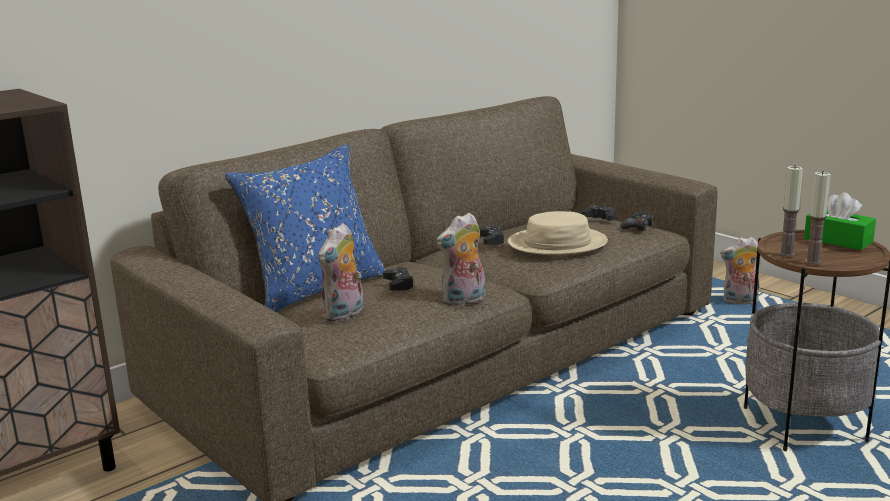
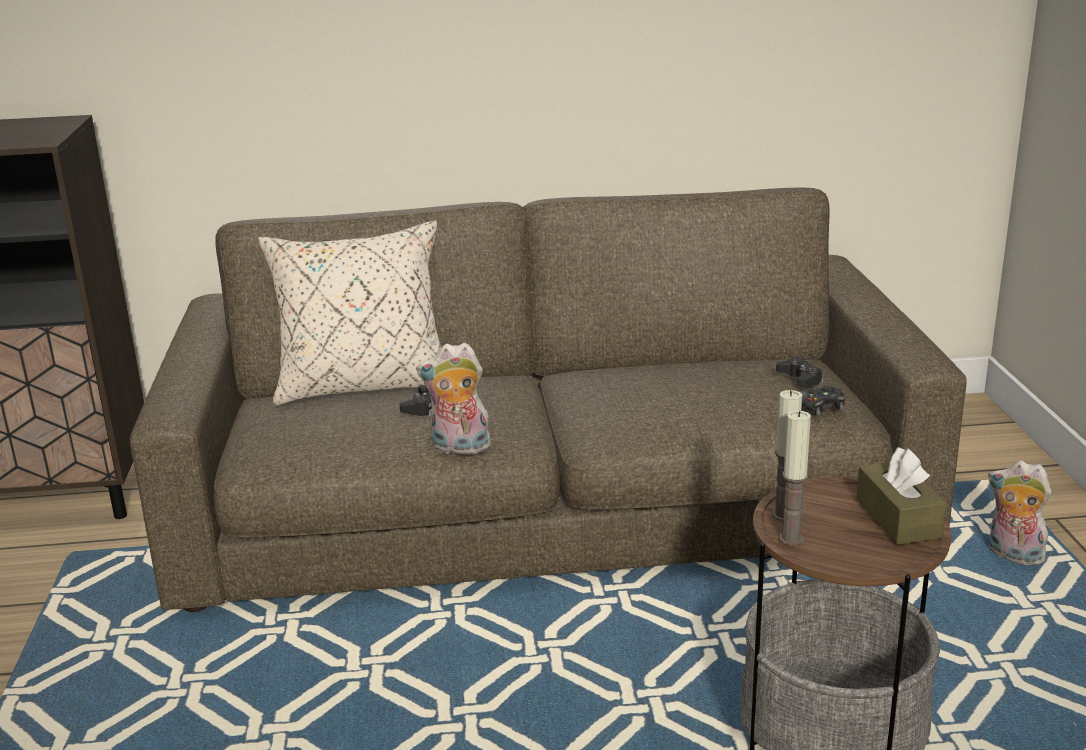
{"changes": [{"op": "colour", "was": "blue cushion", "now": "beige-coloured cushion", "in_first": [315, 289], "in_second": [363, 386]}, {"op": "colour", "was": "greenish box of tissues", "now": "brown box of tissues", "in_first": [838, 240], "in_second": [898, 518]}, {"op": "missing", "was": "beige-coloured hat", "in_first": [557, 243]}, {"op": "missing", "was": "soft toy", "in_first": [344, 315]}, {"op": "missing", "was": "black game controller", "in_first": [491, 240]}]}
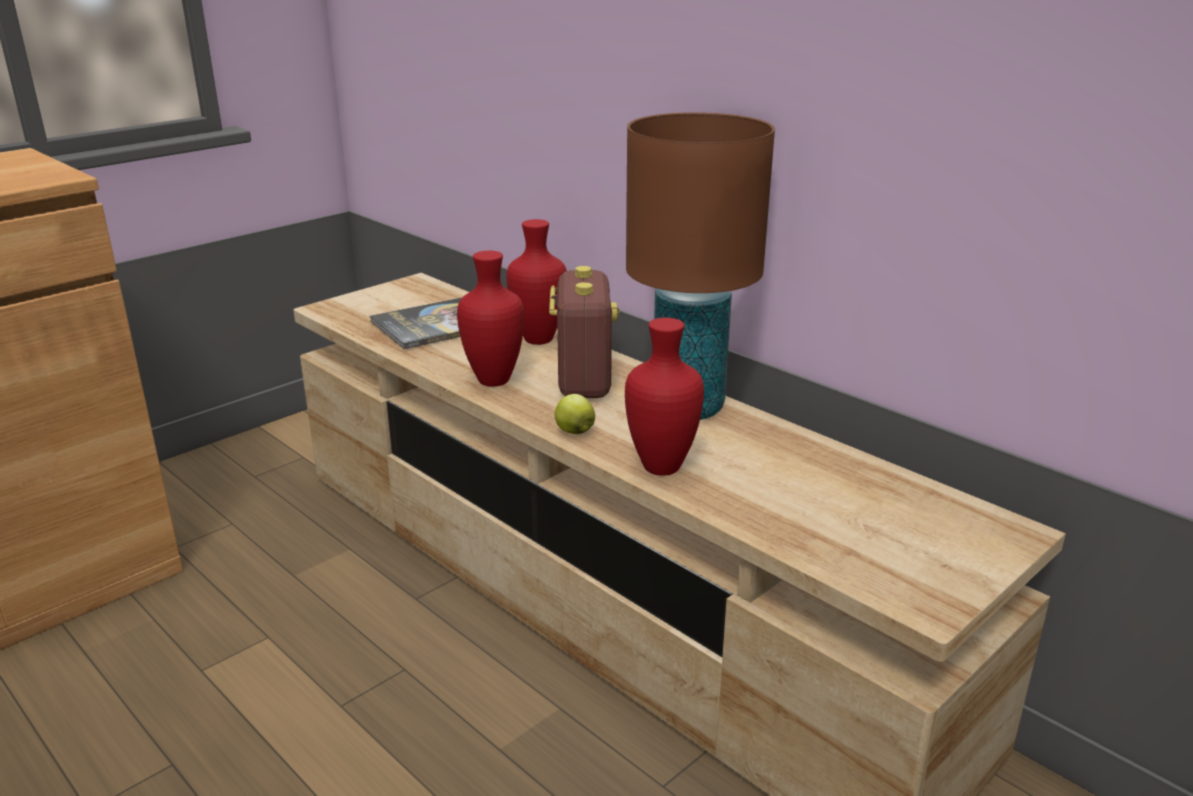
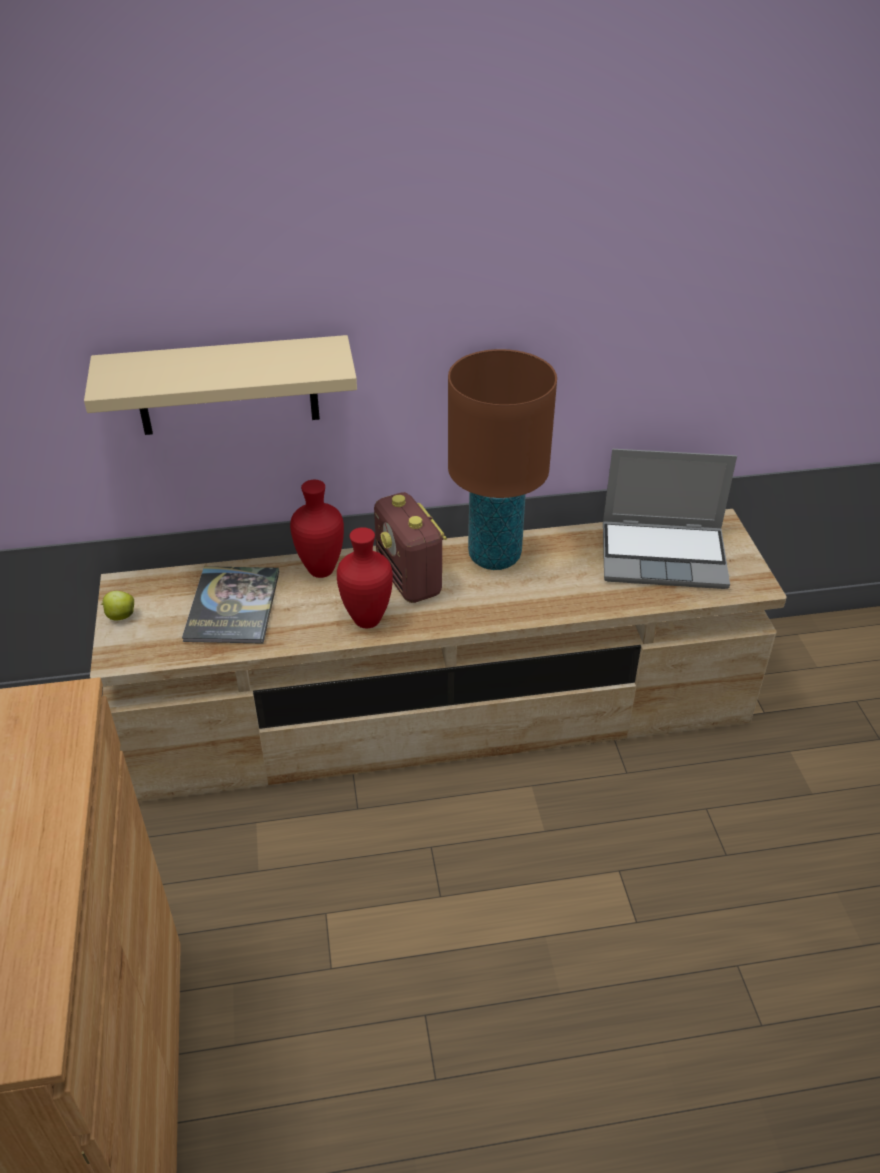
{"changes": [{"op": "spun", "was": "radio set", "in_first": [583, 380], "in_second": [409, 579], "clockwise": -150}, {"op": "missing", "was": "red-coloured flower vase", "in_first": [662, 469]}, {"op": "relocated", "was": "apple fruit", "in_first": [574, 431], "in_second": [120, 616]}, {"op": "appeared", "now": "beige-coloured bracket shelf", "in_second": [227, 386]}, {"op": "appeared", "now": "laptop", "in_second": [664, 555]}]}
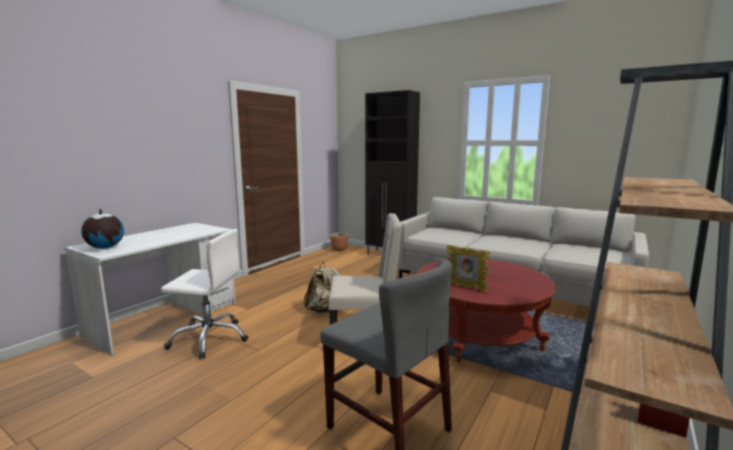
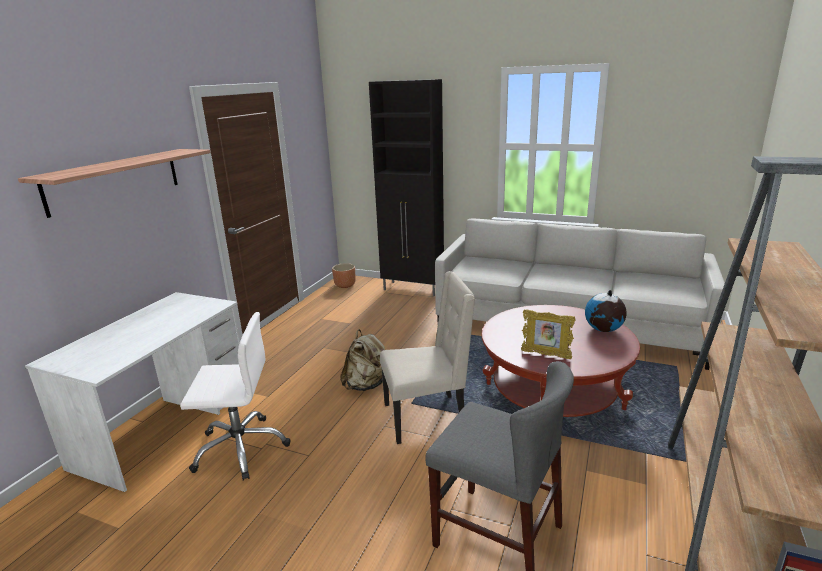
{"changes": [{"op": "relocated", "was": "world globe", "in_first": [105, 248], "in_second": [603, 330]}, {"op": "appeared", "now": "bracket shelf", "in_second": [115, 180]}]}
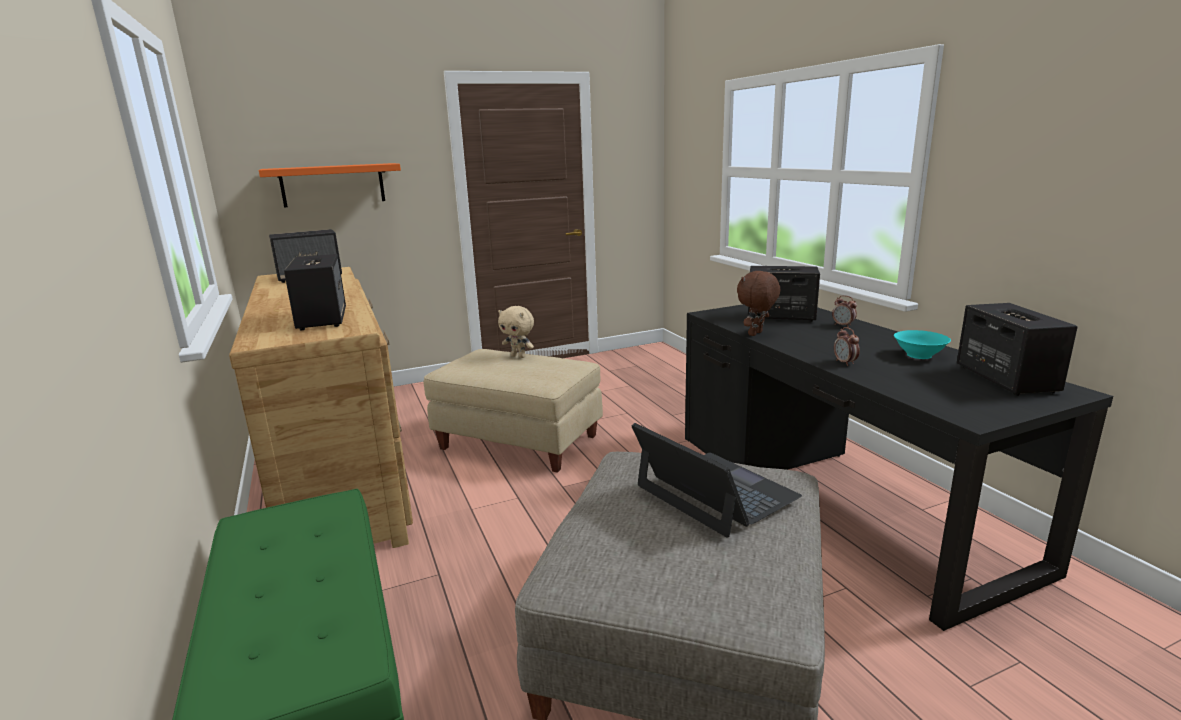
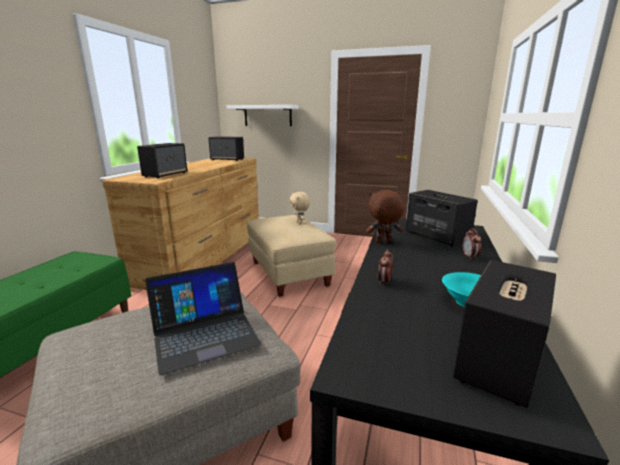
{"changes": [{"op": "colour", "was": "orange bracket shelf", "now": "white-coloured bracket shelf", "in_first": [333, 185], "in_second": [267, 115]}, {"op": "spun", "was": "laptop", "in_first": [715, 492], "in_second": [204, 334], "clockwise": 60}]}
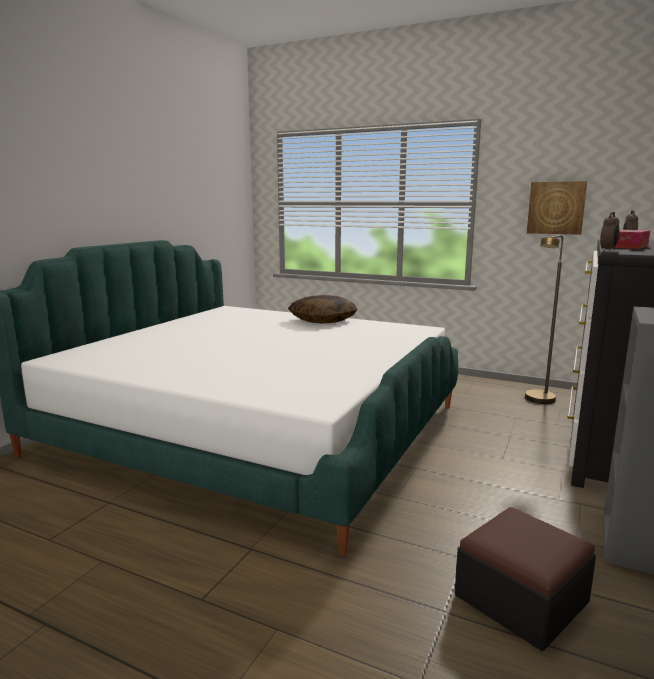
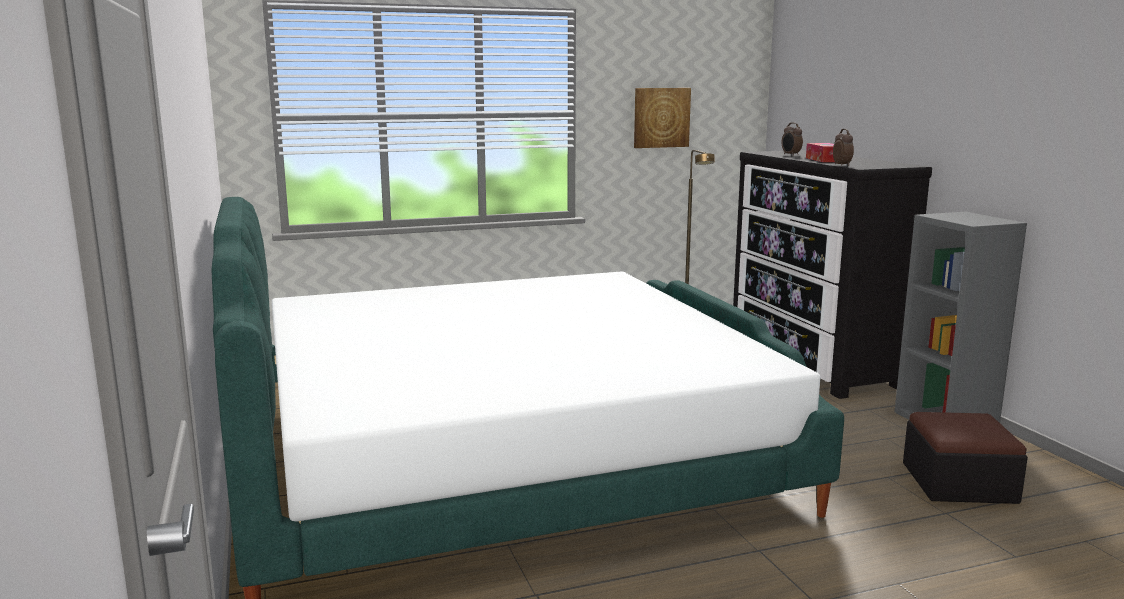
{"changes": [{"op": "missing", "was": "cushion", "in_first": [323, 320]}]}
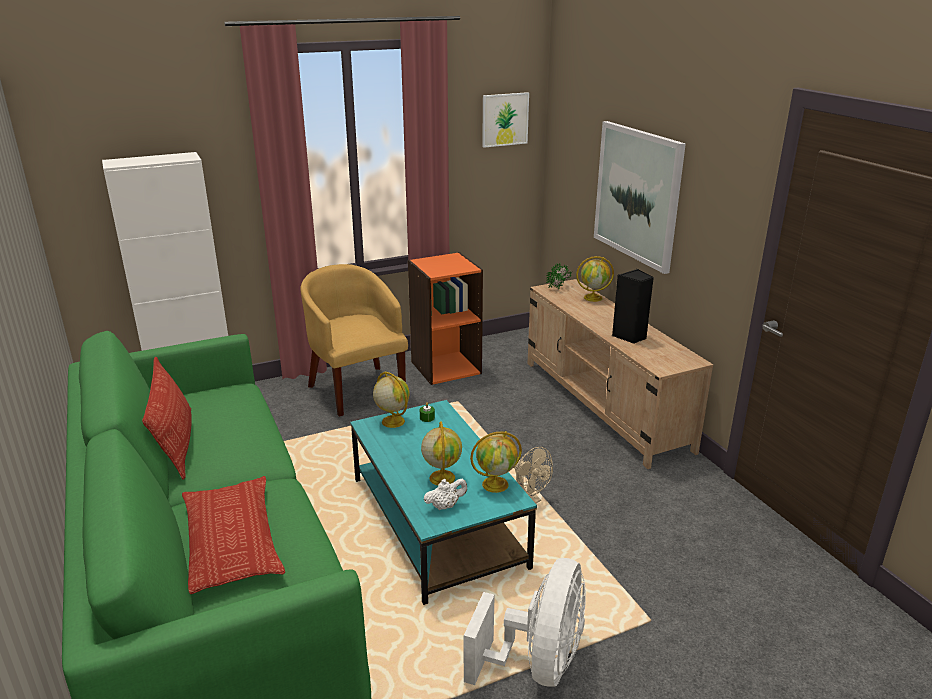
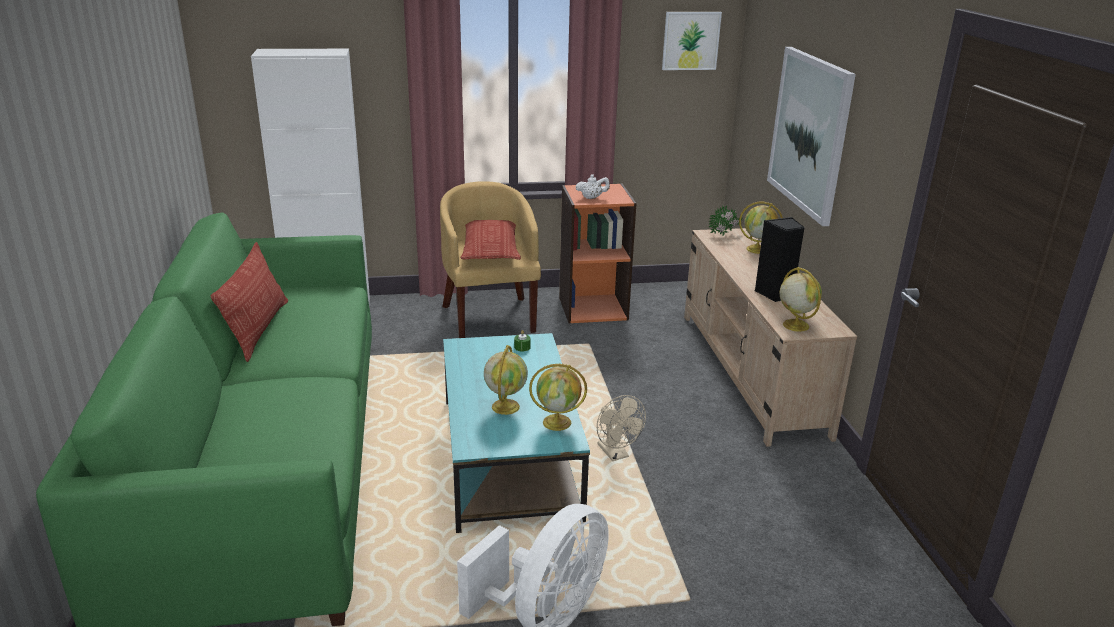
{"changes": [{"op": "relocated", "was": "world globe", "in_first": [392, 421], "in_second": [795, 325]}, {"op": "relocated", "was": "cushion", "in_first": [232, 541], "in_second": [490, 247]}, {"op": "relocated", "was": "white-coloured tea pot", "in_first": [445, 506], "in_second": [592, 198]}]}
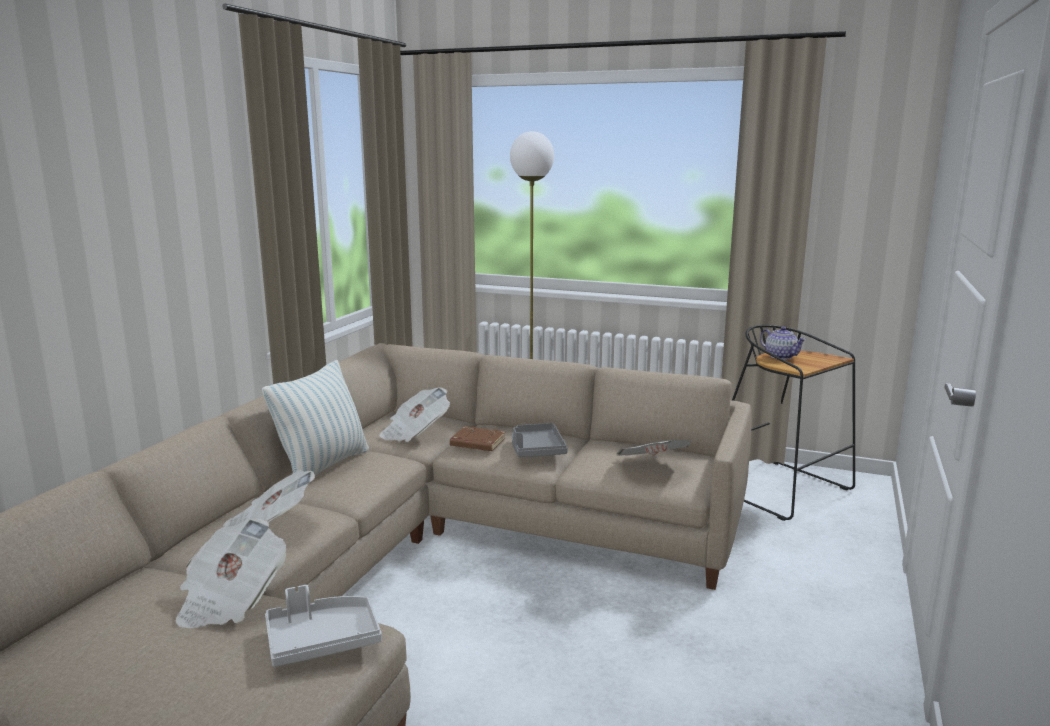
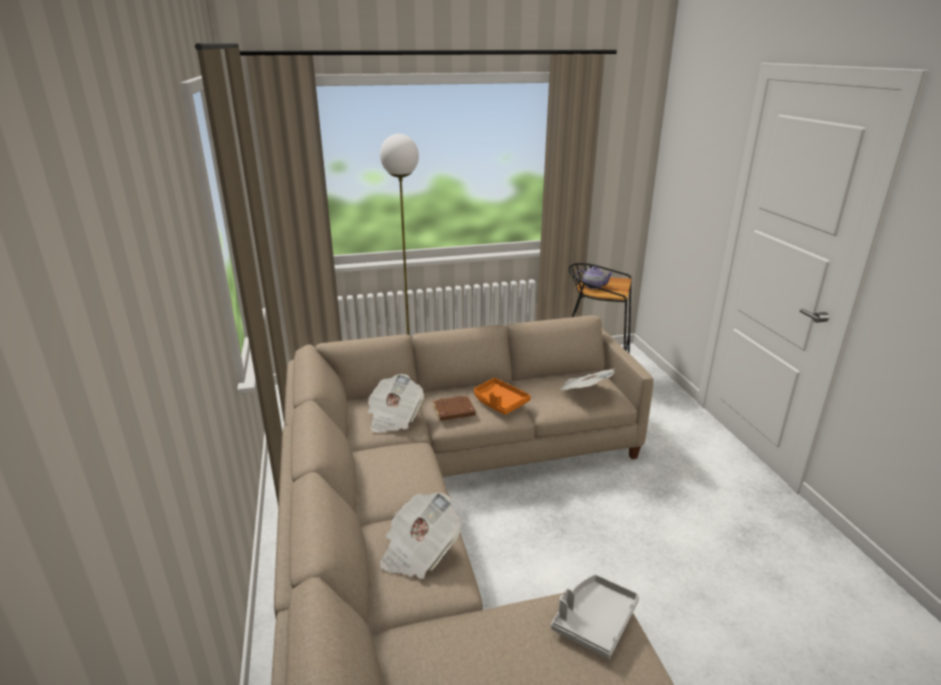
{"changes": [{"op": "missing", "was": "cushion", "in_first": [323, 466]}, {"op": "colour", "was": "gray carrying tray", "now": "orange carrying tray", "in_first": [536, 449], "in_second": [499, 402]}, {"op": "missing", "was": "daily paper", "in_first": [231, 600]}]}
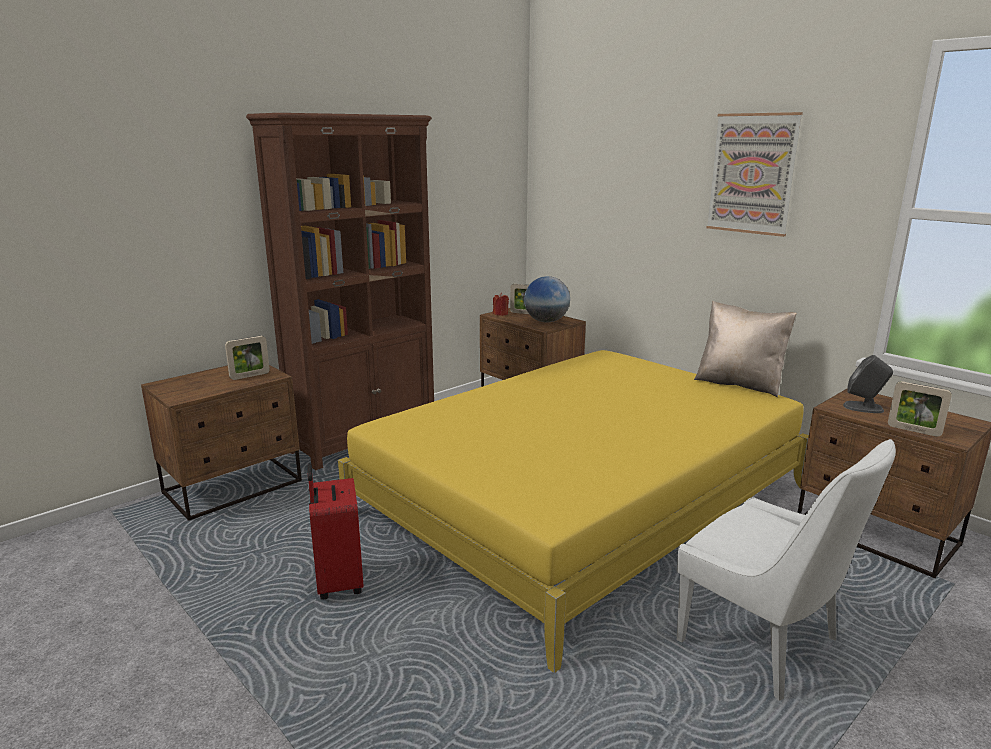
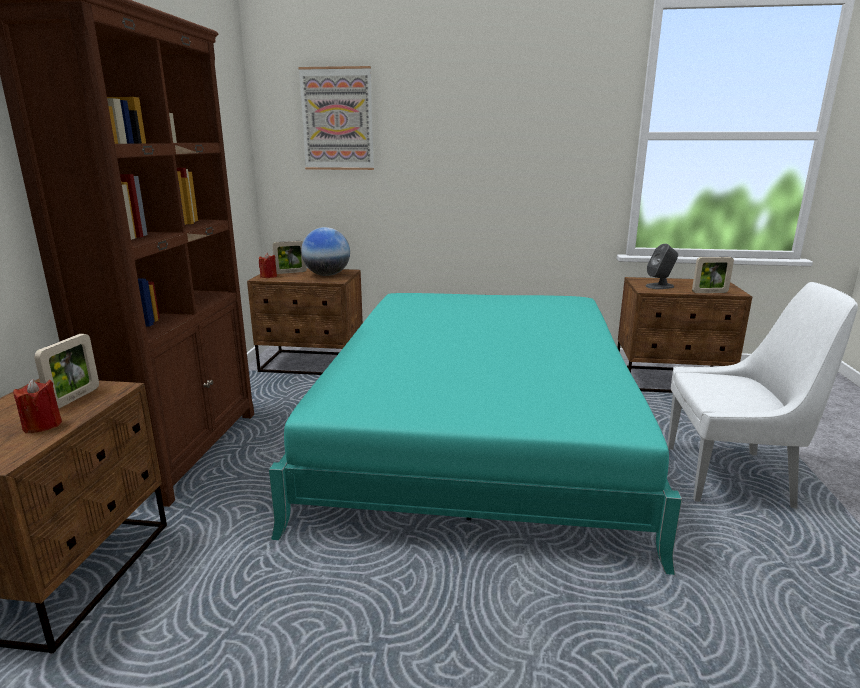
{"changes": [{"op": "relocated", "was": "wall picture", "in_first": [752, 174], "in_second": [337, 119]}, {"op": "missing", "was": "beige-coloured cushion", "in_first": [739, 384]}, {"op": "colour", "was": "yellowish bedroom bed", "now": "turquoise-coloured bedroom bed", "in_first": [581, 501], "in_second": [478, 430]}, {"op": "missing", "was": "red-coloured piece of luggage", "in_first": [338, 583]}, {"op": "appeared", "now": "red-coloured wax light", "in_second": [42, 425]}]}
